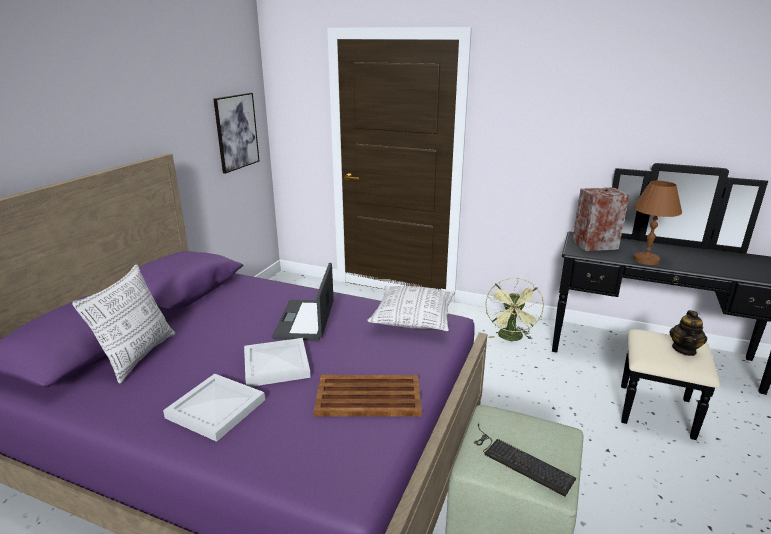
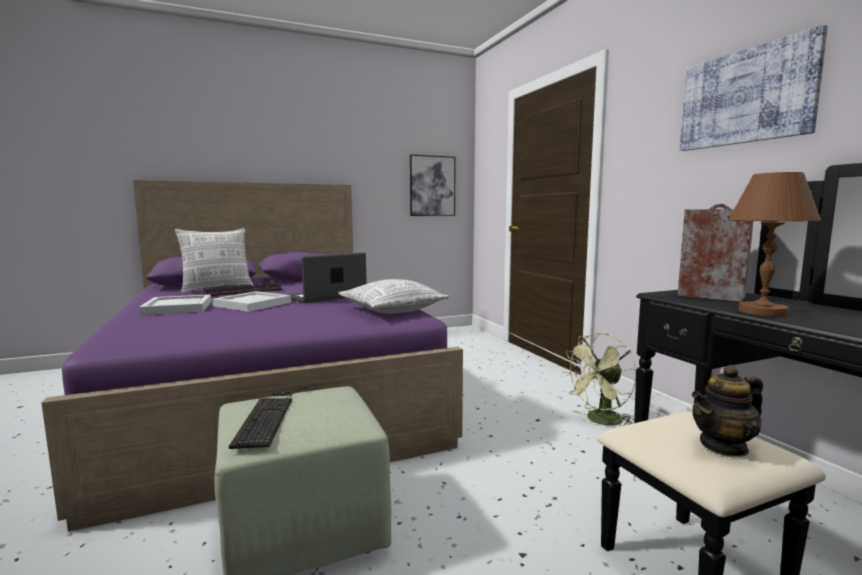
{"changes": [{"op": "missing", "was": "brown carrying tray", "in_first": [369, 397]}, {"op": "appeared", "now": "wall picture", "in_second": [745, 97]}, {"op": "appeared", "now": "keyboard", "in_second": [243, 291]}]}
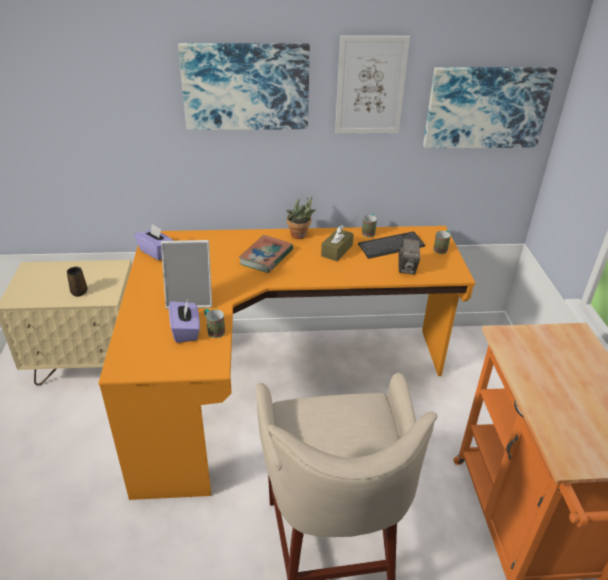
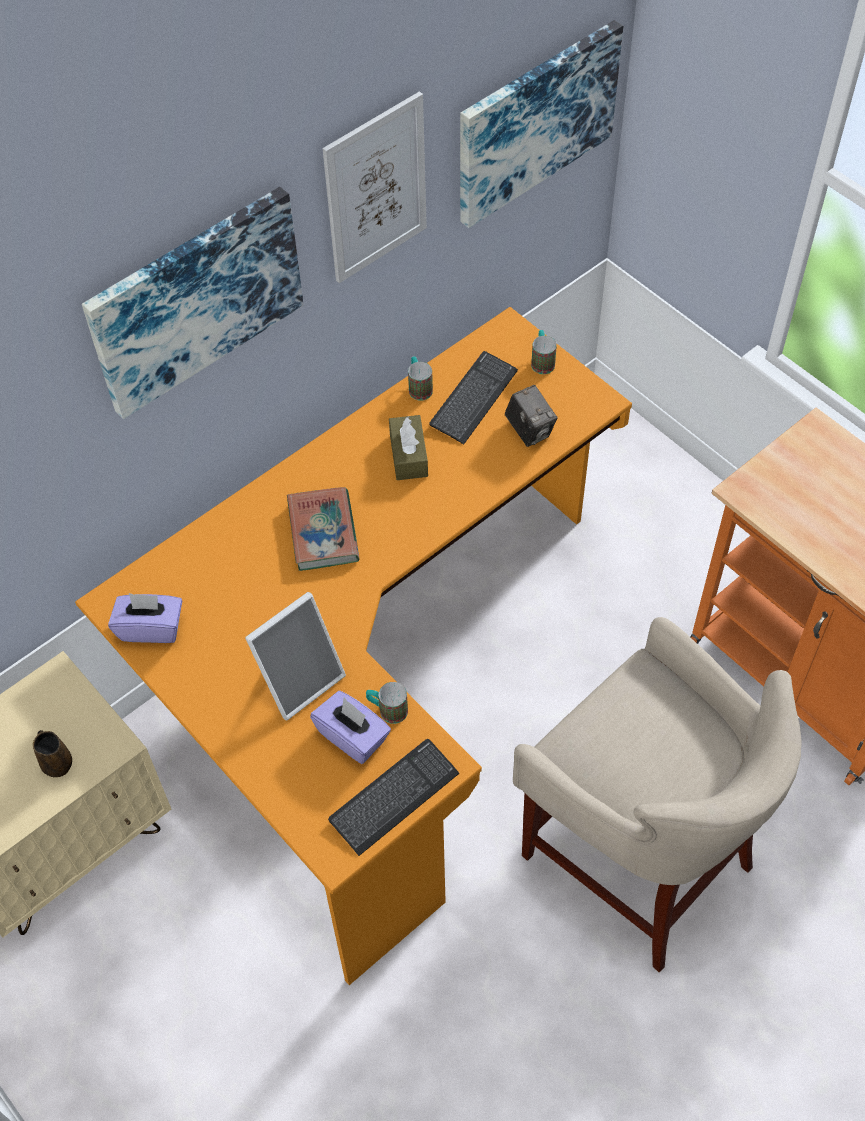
{"changes": [{"op": "missing", "was": "plant in a pot", "in_first": [300, 236]}, {"op": "appeared", "now": "keyboard", "in_second": [394, 797]}]}
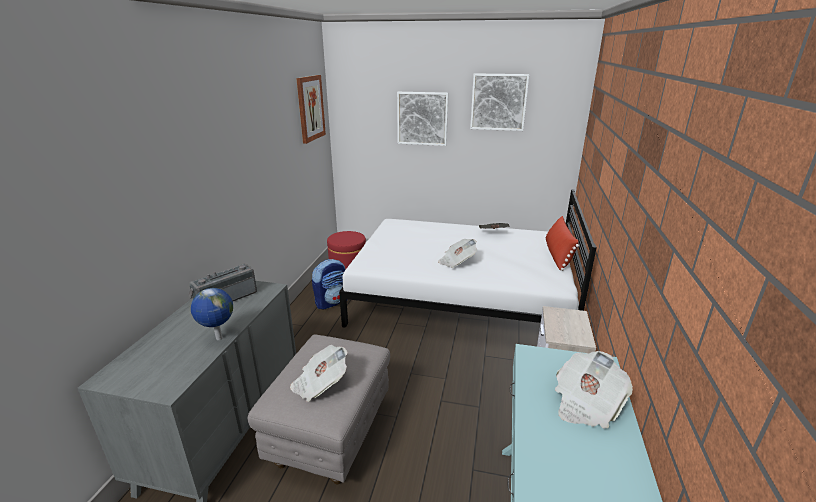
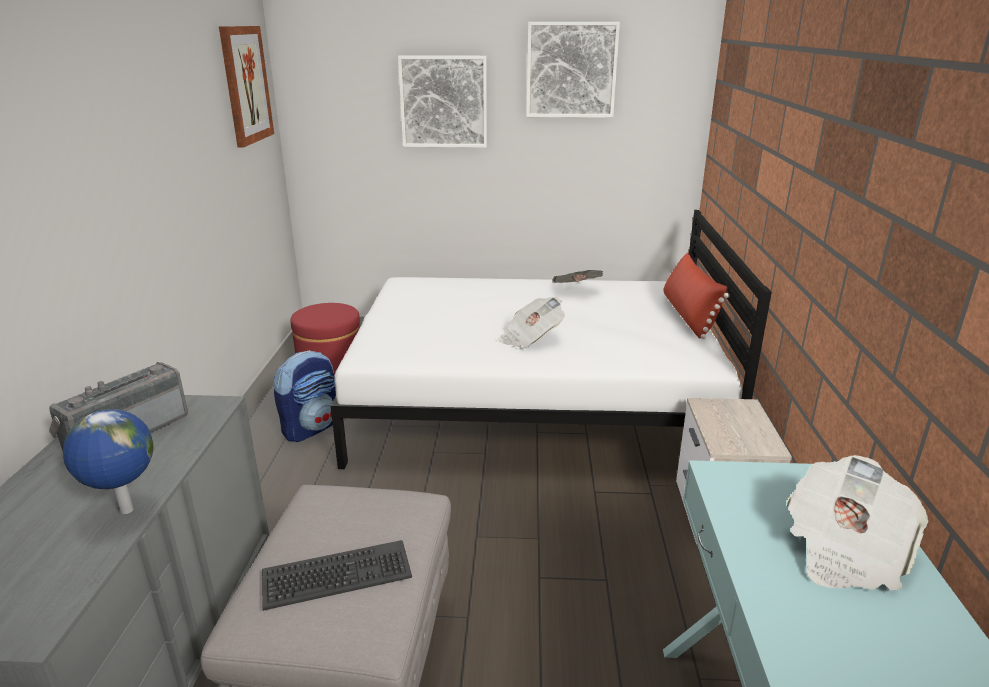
{"changes": [{"op": "exchanged", "was": "daily paper", "now": "keyboard", "in_first": [320, 384], "in_second": [337, 576]}]}
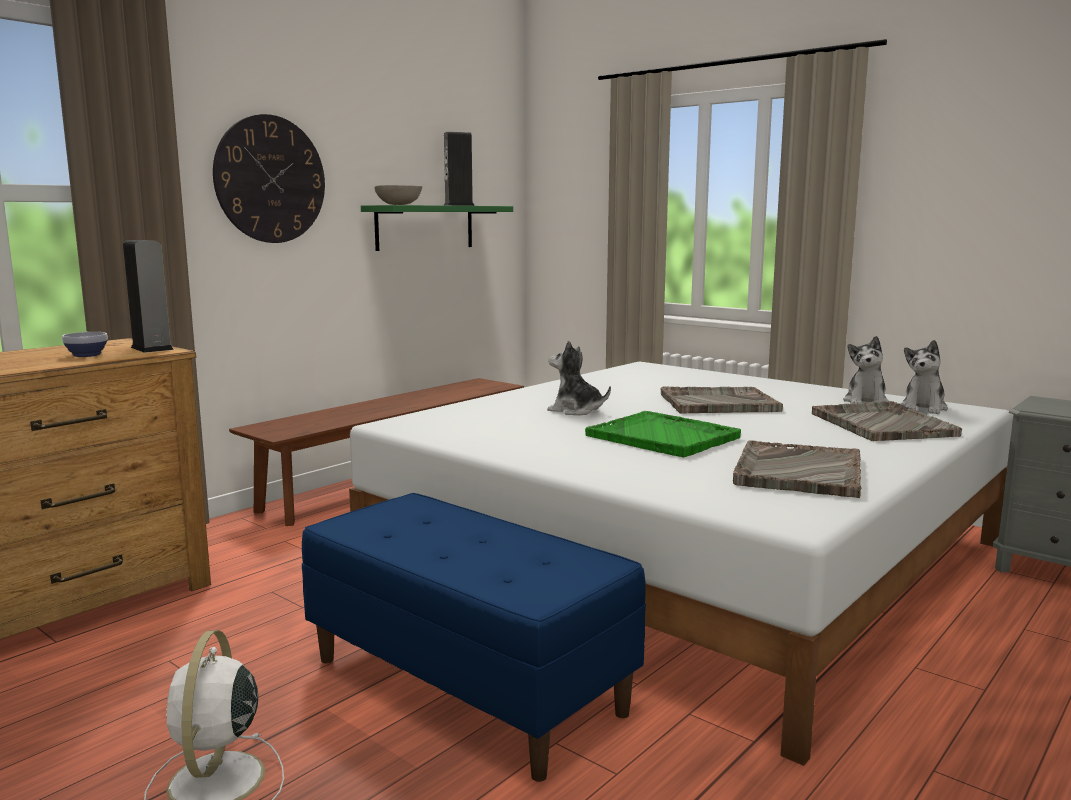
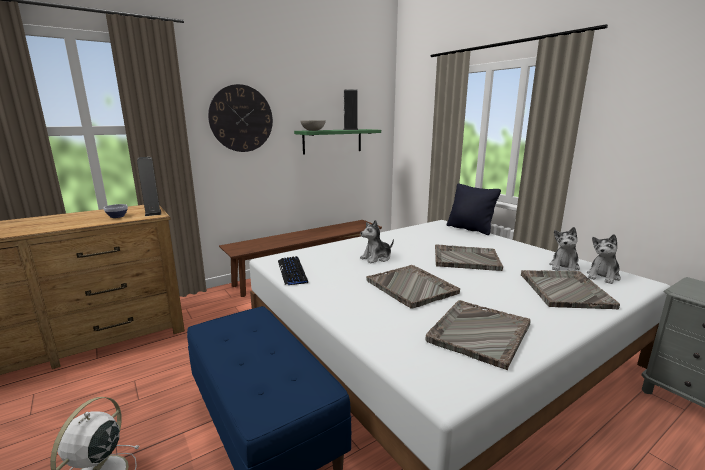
{"changes": [{"op": "spun", "was": "soft toy", "in_first": [575, 411], "in_second": [376, 258], "clockwise": -75}, {"op": "colour", "was": "greenish carrying tray", "now": "gray carrying tray", "in_first": [663, 437], "in_second": [411, 287]}, {"op": "appeared", "now": "black cushion", "in_second": [470, 229]}, {"op": "appeared", "now": "keyboard", "in_second": [292, 271]}]}
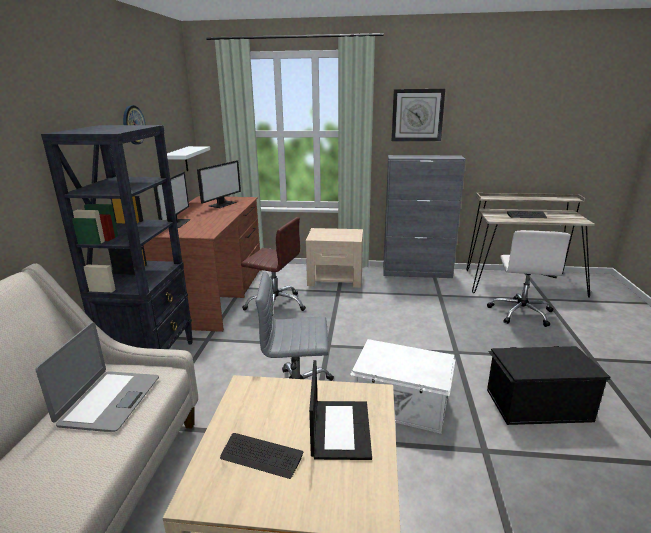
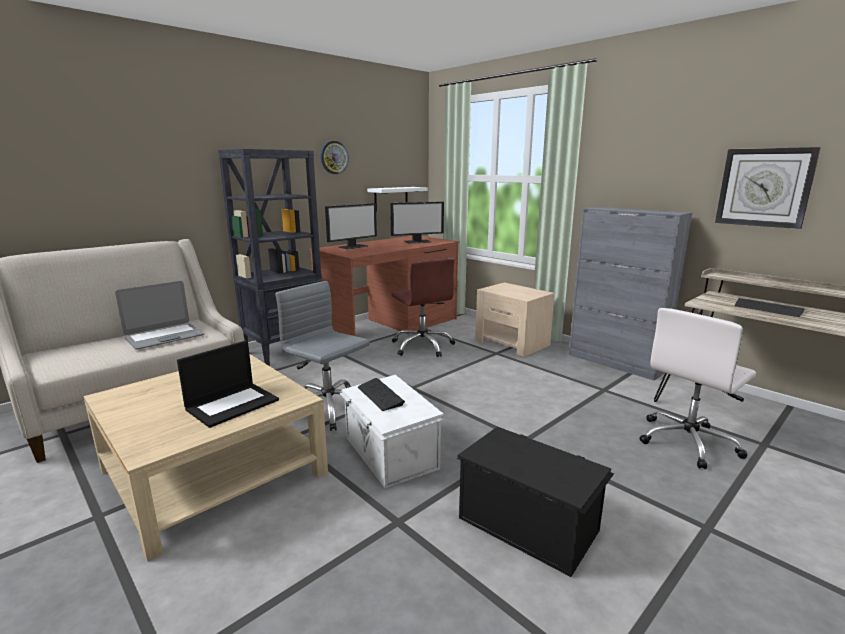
{"changes": [{"op": "relocated", "was": "hanging clock", "in_first": [417, 115], "in_second": [764, 187]}, {"op": "relocated", "was": "keyboard", "in_first": [261, 456], "in_second": [380, 395]}]}
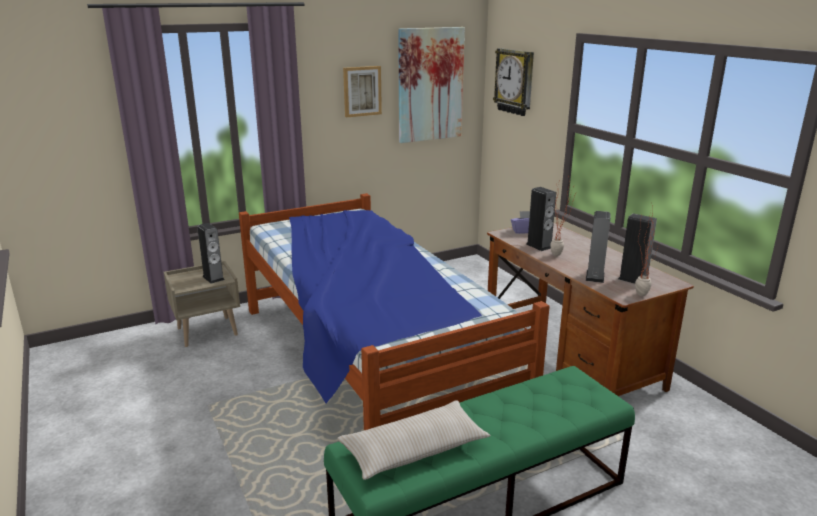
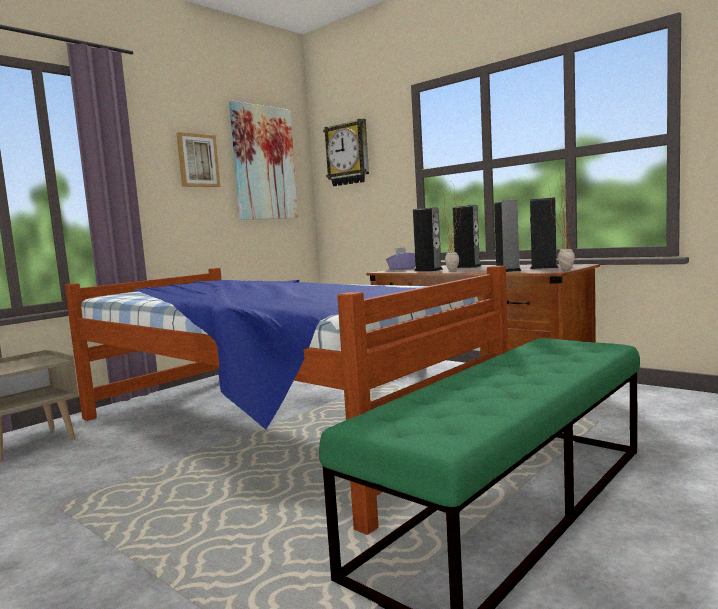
{"changes": [{"op": "relocated", "was": "speaker", "in_first": [213, 278], "in_second": [467, 267]}, {"op": "missing", "was": "beige-coloured cushion", "in_first": [414, 450]}]}
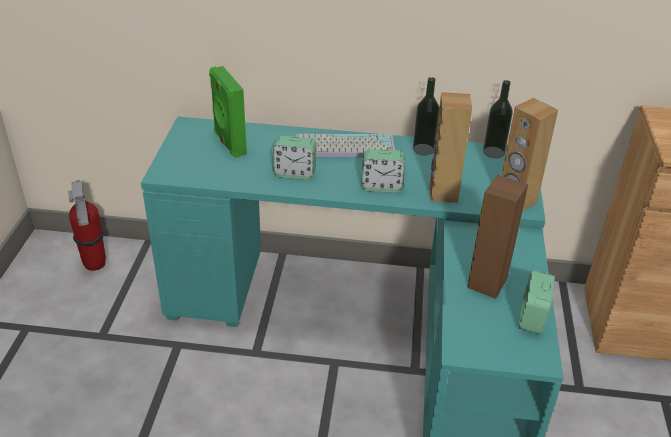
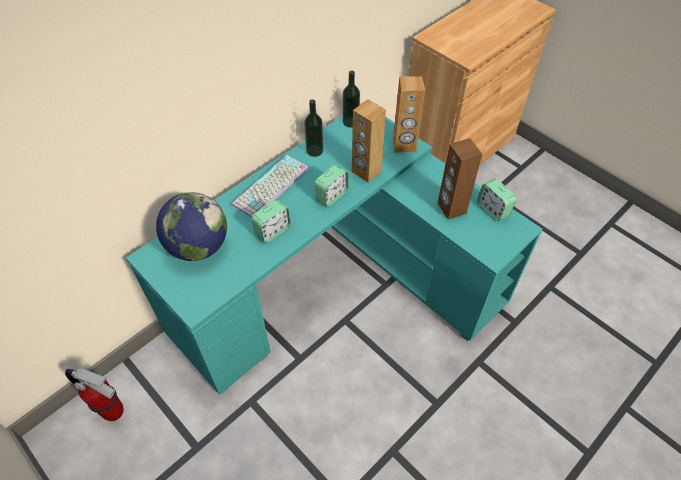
{"changes": [{"op": "exchanged", "was": "greenish speaker", "now": "world globe", "in_first": [229, 143], "in_second": [198, 246]}]}
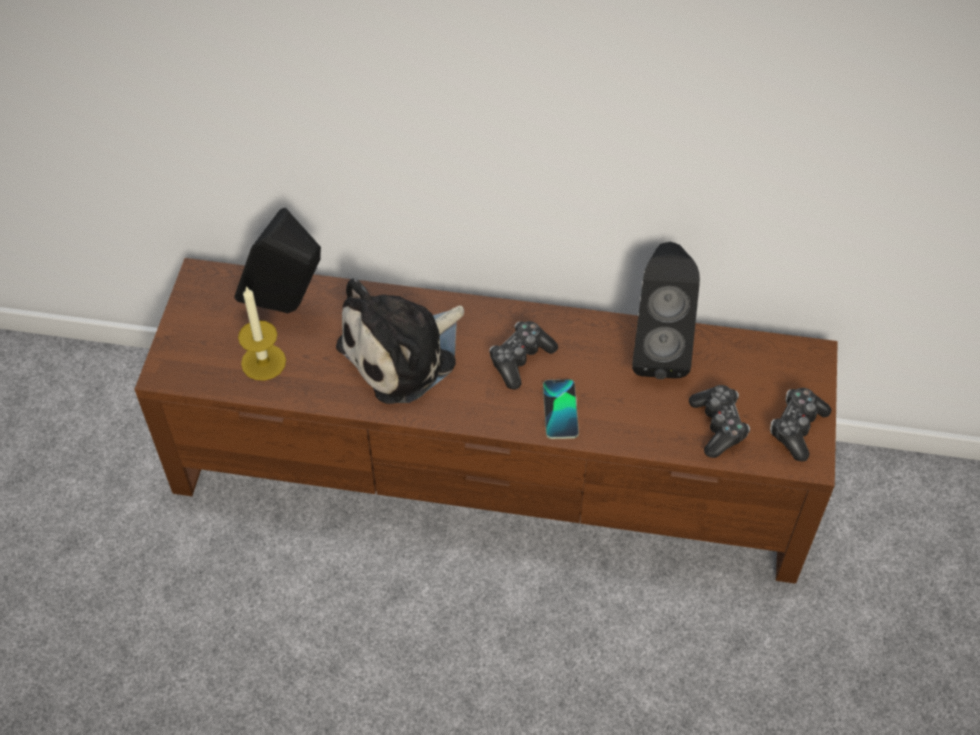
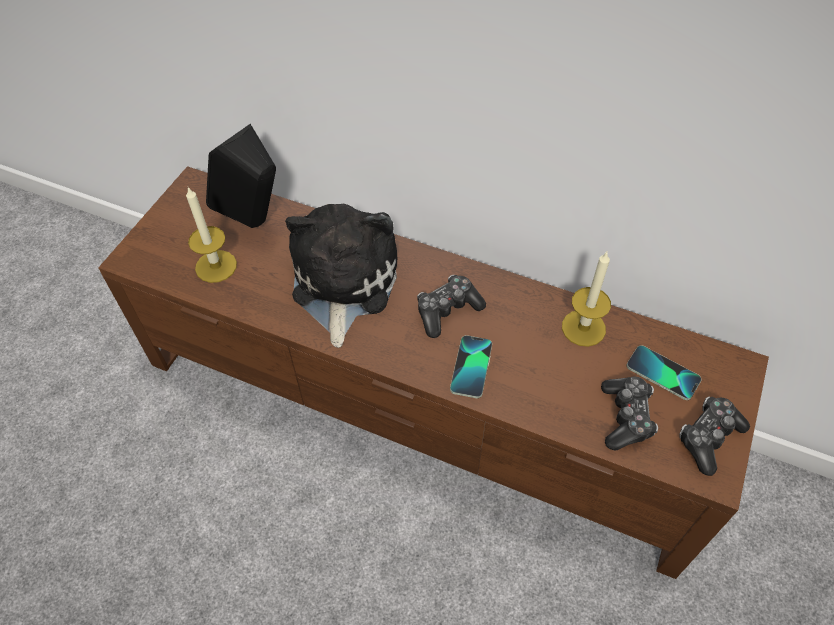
{"changes": [{"op": "exchanged", "was": "black speaker", "now": "wax light", "in_first": [658, 349], "in_second": [583, 328]}, {"op": "spun", "was": "soft toy", "in_first": [404, 353], "in_second": [342, 283], "clockwise": 120}, {"op": "appeared", "now": "telephone", "in_second": [662, 373]}]}
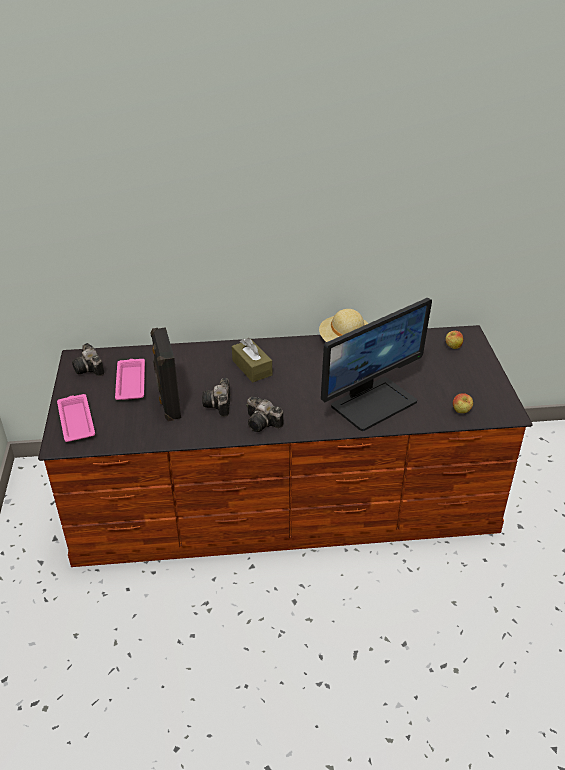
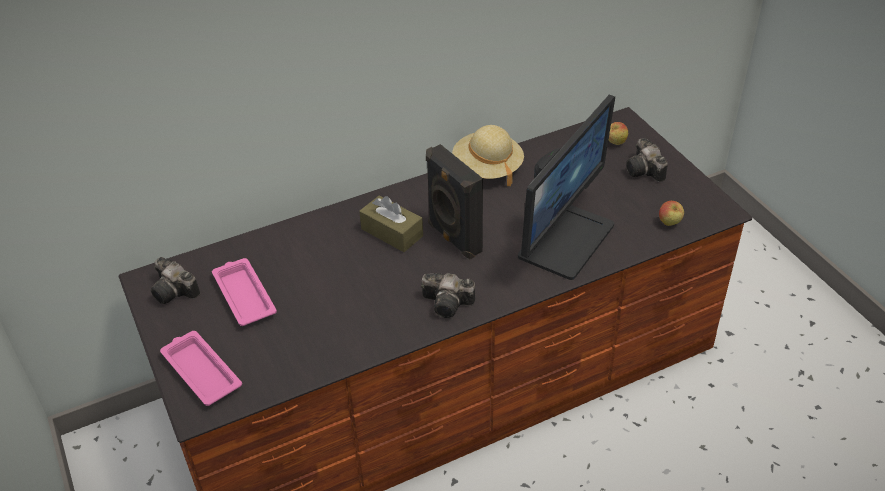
{"changes": [{"op": "relocated", "was": "black speaker", "in_first": [168, 403], "in_second": [453, 238]}, {"op": "relocated", "was": "photo camera", "in_first": [219, 405], "in_second": [645, 171]}]}
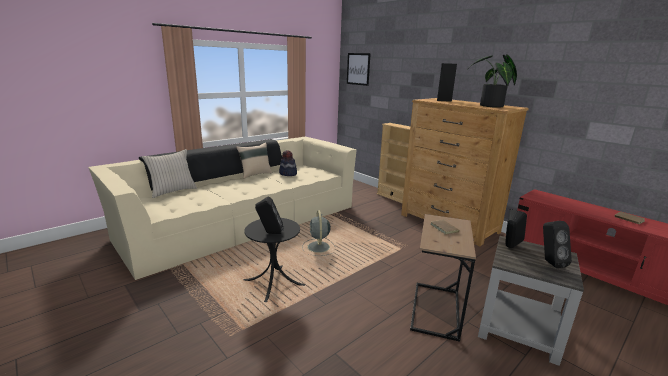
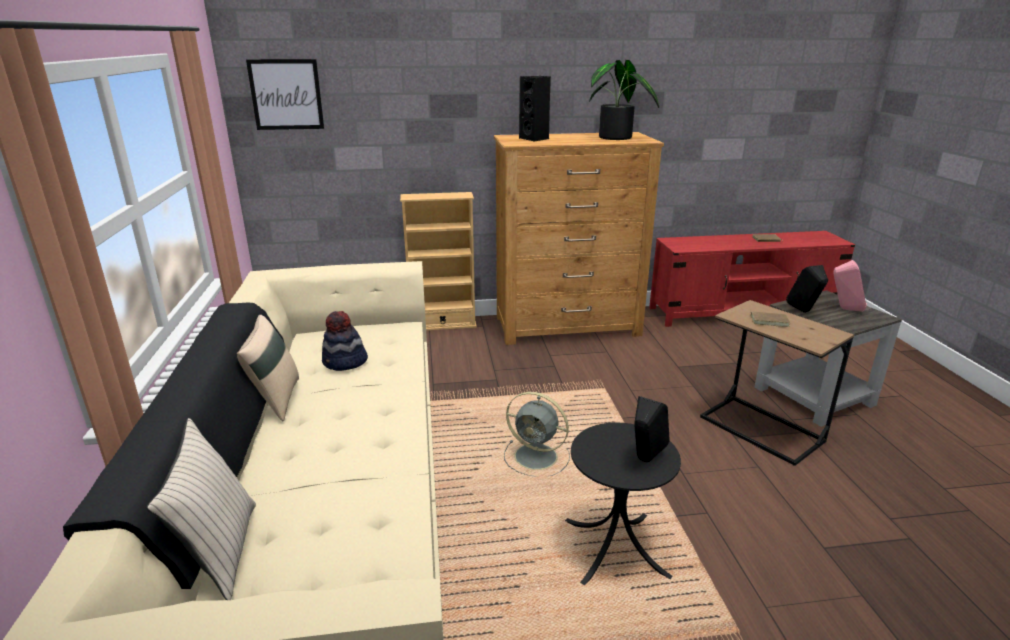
{"changes": [{"op": "colour", "was": "black speaker", "now": "pink-coloured speaker", "in_first": [549, 262], "in_second": [844, 309]}]}
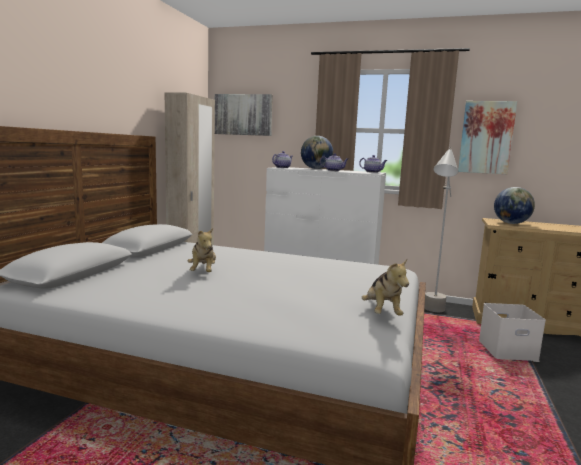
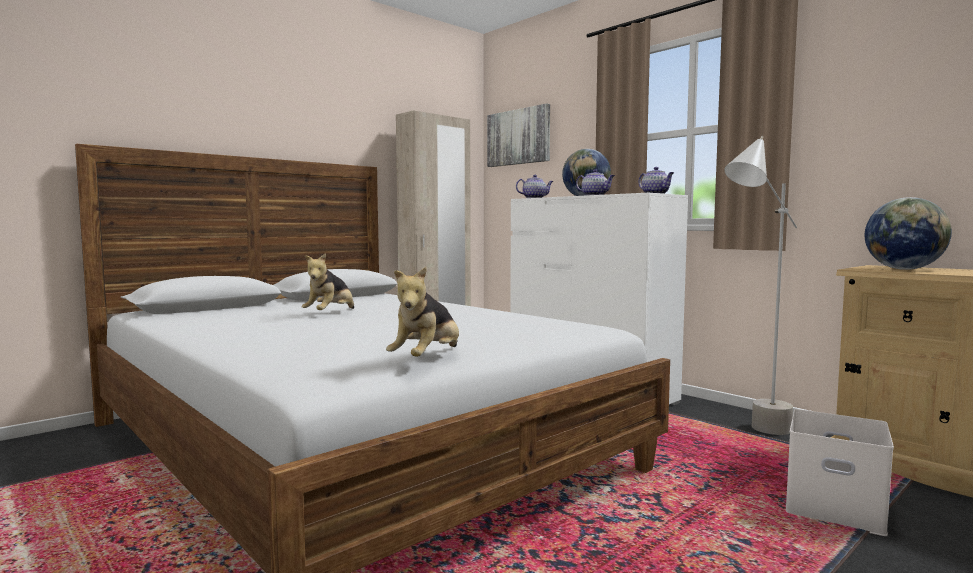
{"changes": [{"op": "missing", "was": "wall picture", "in_first": [486, 137]}]}
